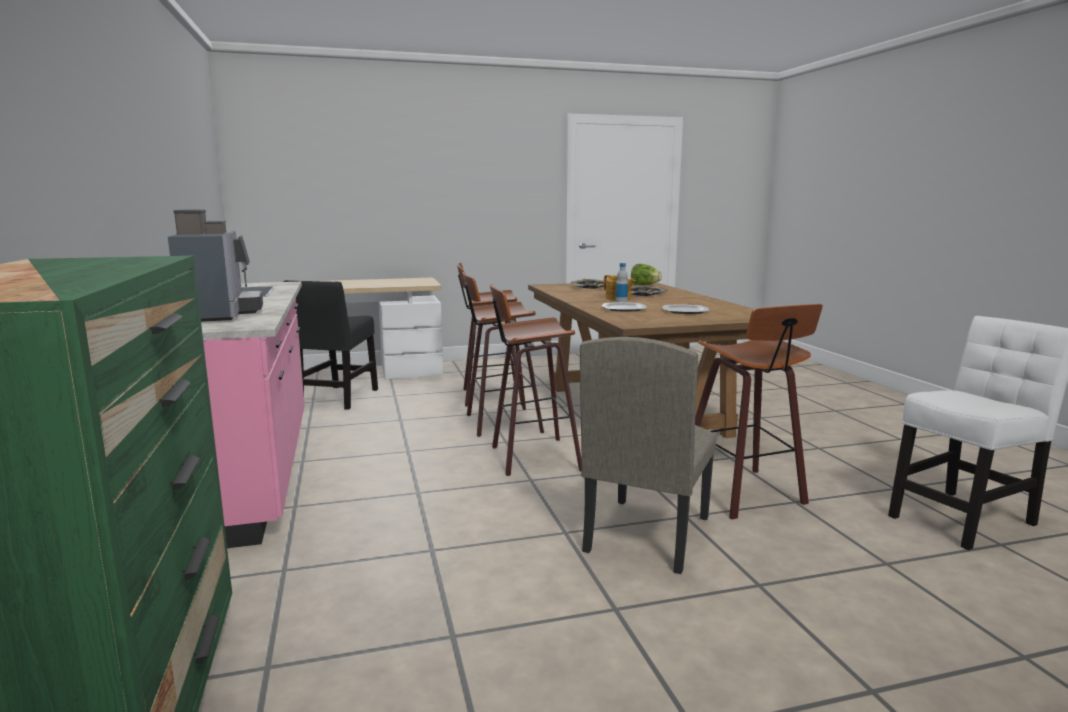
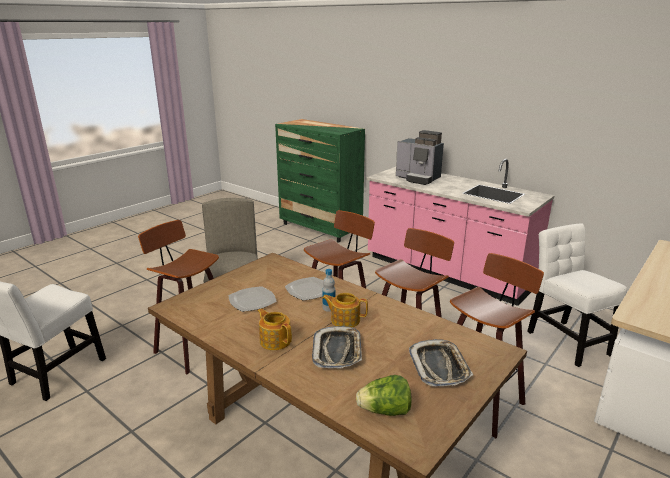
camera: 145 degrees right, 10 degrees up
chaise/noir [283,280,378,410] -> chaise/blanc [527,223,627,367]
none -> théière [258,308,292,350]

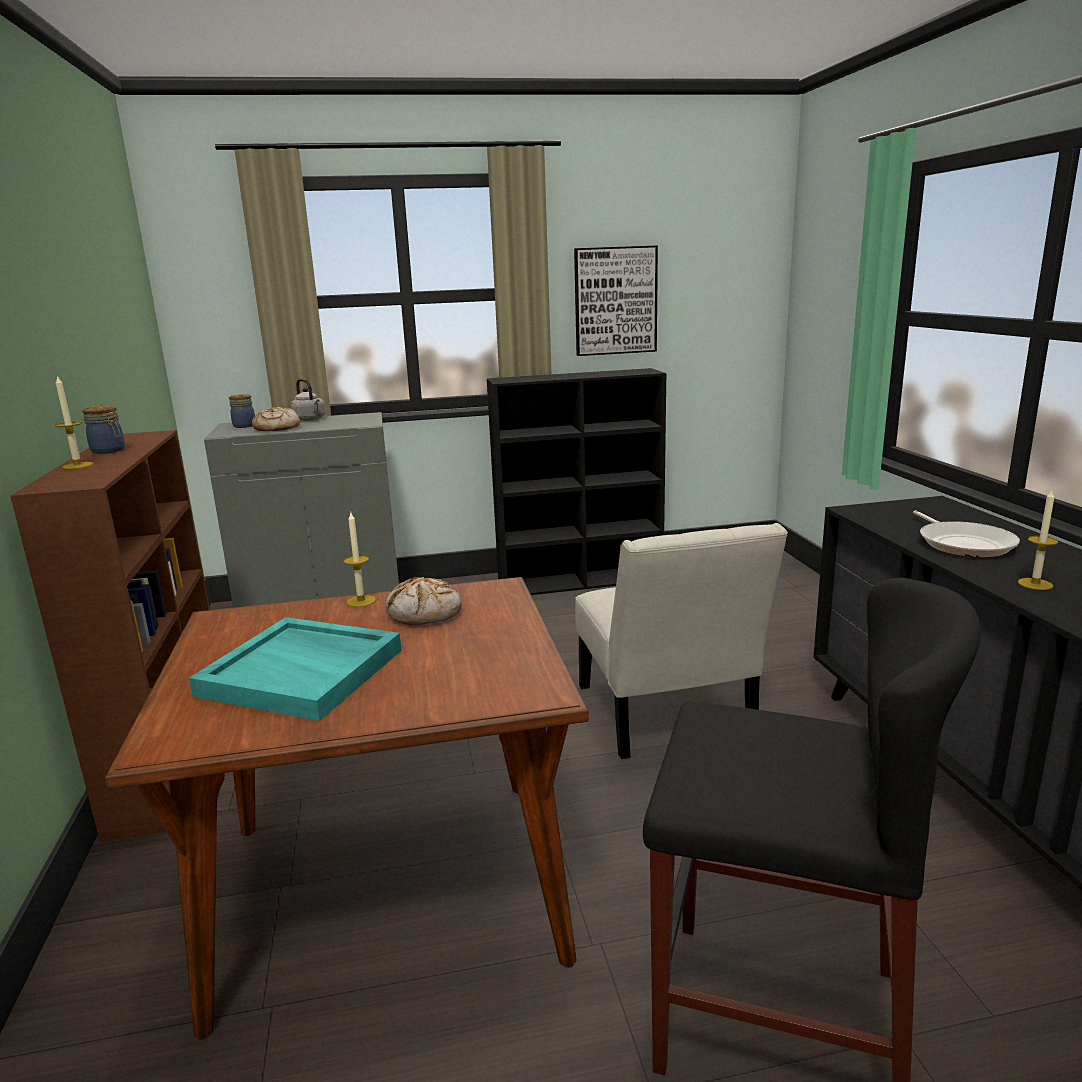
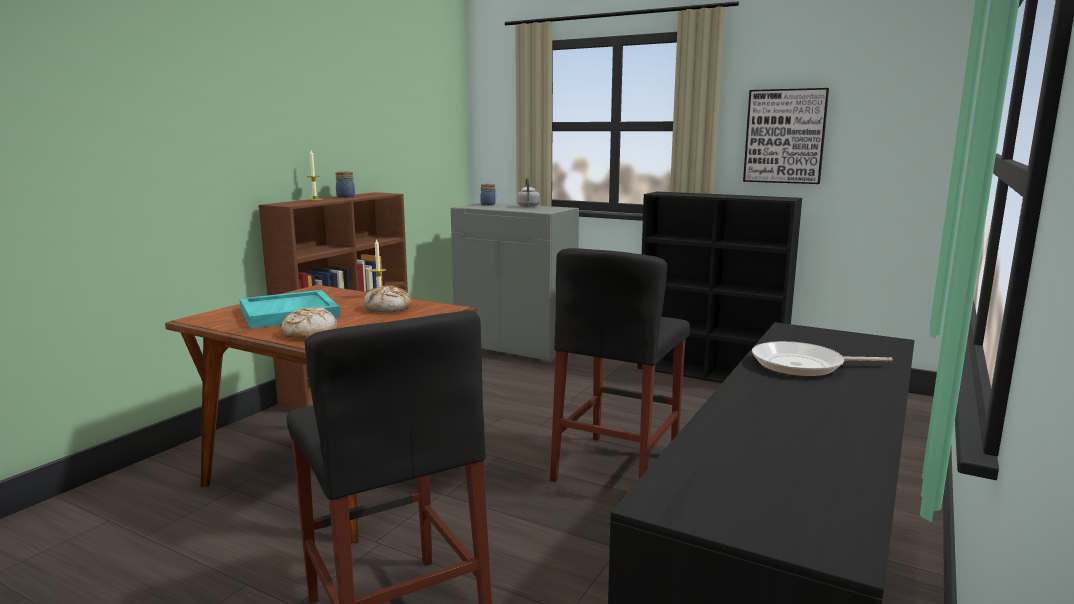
camera: 40 degrees right, 5 degrees down
pain [252,407,300,431] -> pain [281,307,337,338], shifted
chaise/blanc [575,523,788,759] -> tabouret/noir [550,248,690,482]
poêle [913,510,1020,558] -> poêle [752,341,893,376], 60 degrees clockwise
bougie [1018,490,1058,590] -> none

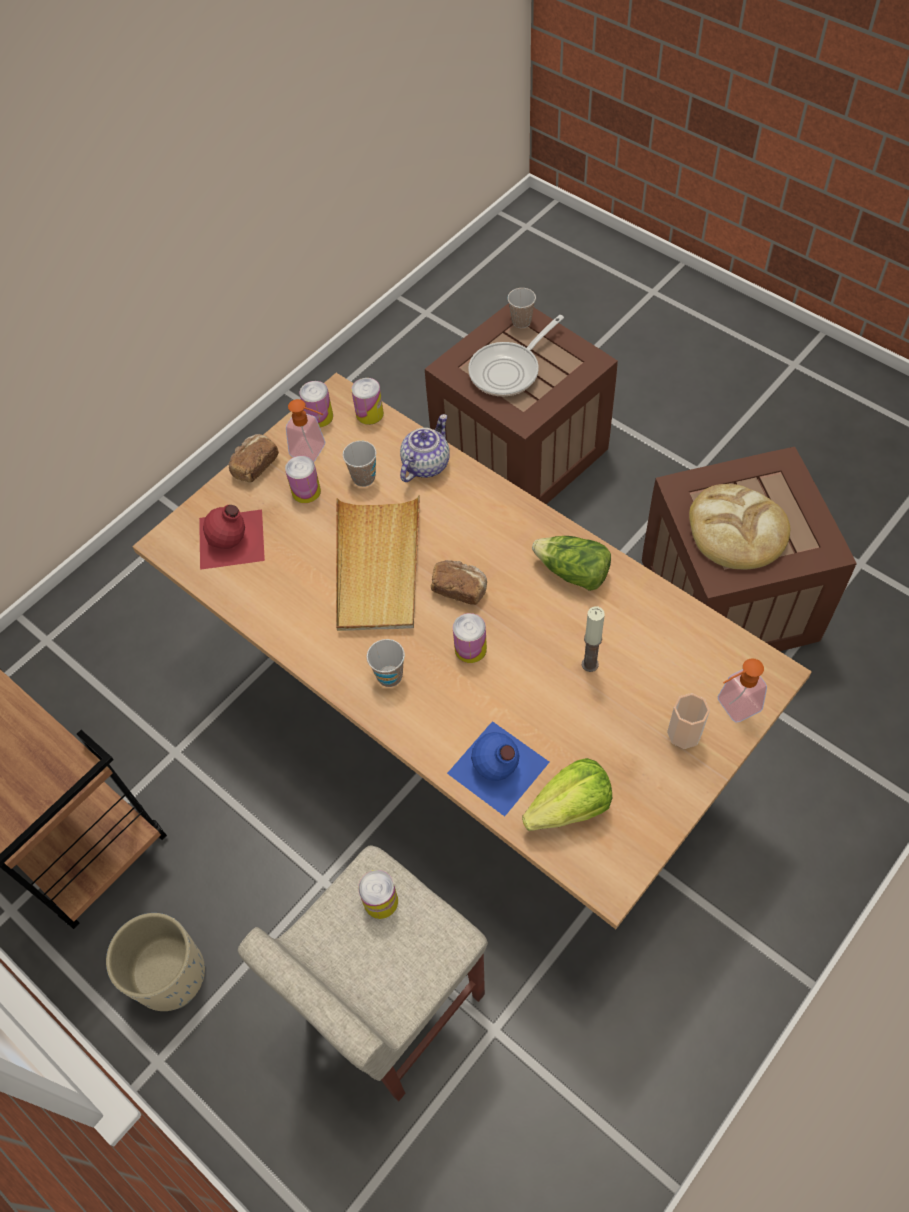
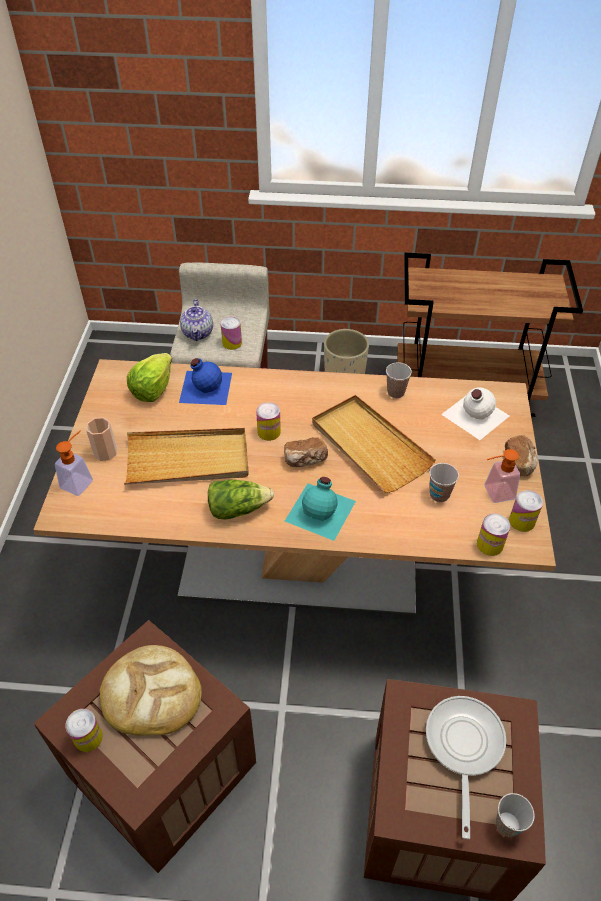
camera: 140 degrees right, 10 degrees down
bouteille/rouge [199,505,265,570] -> bouteille/blanc [441,388,509,440]
boîte métallique [285,456,321,503] -> boîte métallique [65,709,103,752], shifted
tasse [367,639,405,687] -> tasse [386,362,412,398], shifted
théière [400,414,450,482] -> théière [180,299,213,341], shifted
bougie [582,606,605,672] -> plateau/beige [124,428,249,485]
none -> bouteille/turquoise [285,477,356,541]

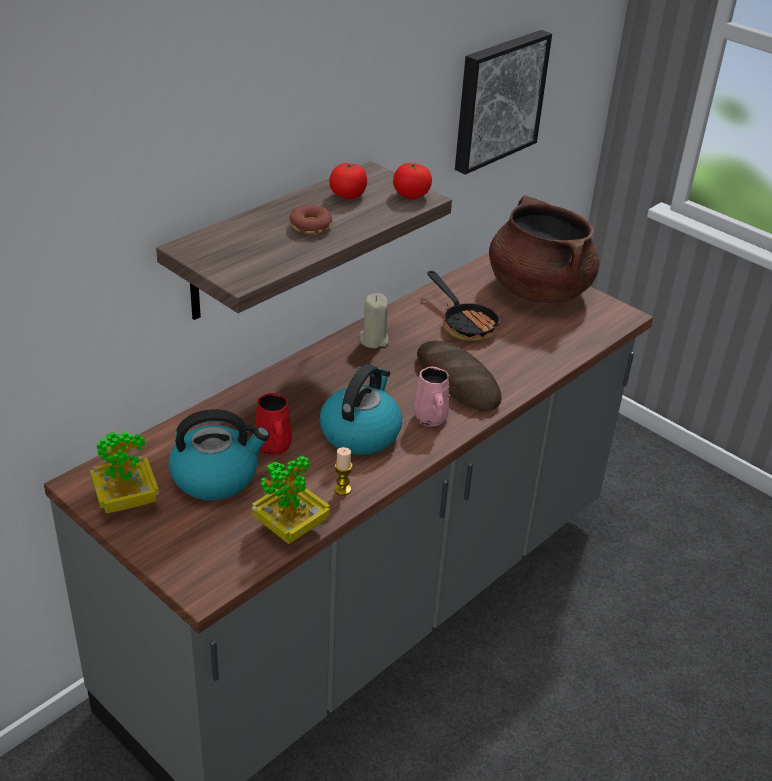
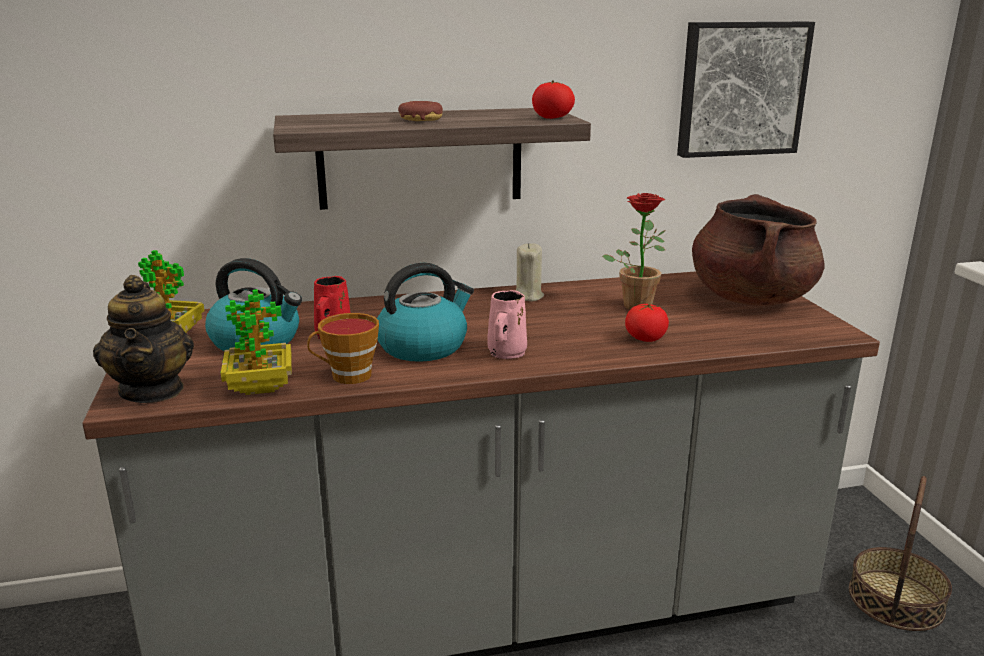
camera: 35 degrees right, 15 degrees down
tomate [329,162,367,199] -> tomate [625,304,669,342], shifted
bougie [334,447,352,496] -> tasse [307,313,379,384]
pain [417,341,501,411] -> none
poêle [427,271,503,341] -> plante en pot [602,193,666,310]
none -> théière [93,275,194,403]
none -> panier [849,476,952,631]

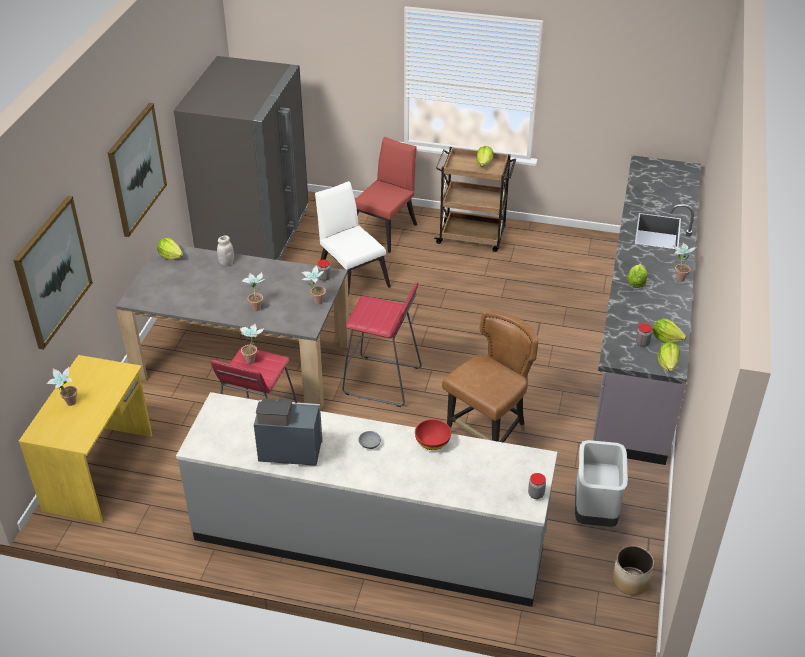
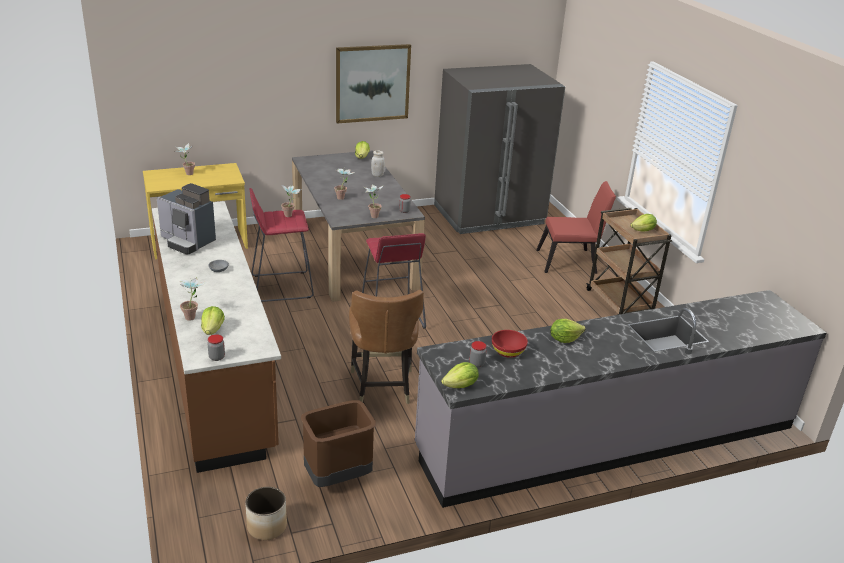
camera: 55 degrees right, 10 degrees down
tableau [13,196,93,350] -> none
comptoir de cuisine/gris [176,392,557,607] -> comptoir de cuisine/marron [152,201,281,473]
machine à café [254,399,323,466] -> machine à café [157,183,216,254], 150 degrees clockwise
chaise/blanc [315,181,391,296] -> none
bol/rouge [415,419,451,450] -> bol/rouge [492,330,528,358], shifted
chaise/marron [442,310,538,443] -> chaise/marron [349,290,424,404], 75 degrees clockwise
poubelle/gris [575,440,628,527] -> poubelle/marron [301,400,376,487]
laitue [653,318,687,343] -> laitue [201,306,225,335], shifted
plante en pot [673,243,696,282] -> plante en pot [180,277,206,321], shifted

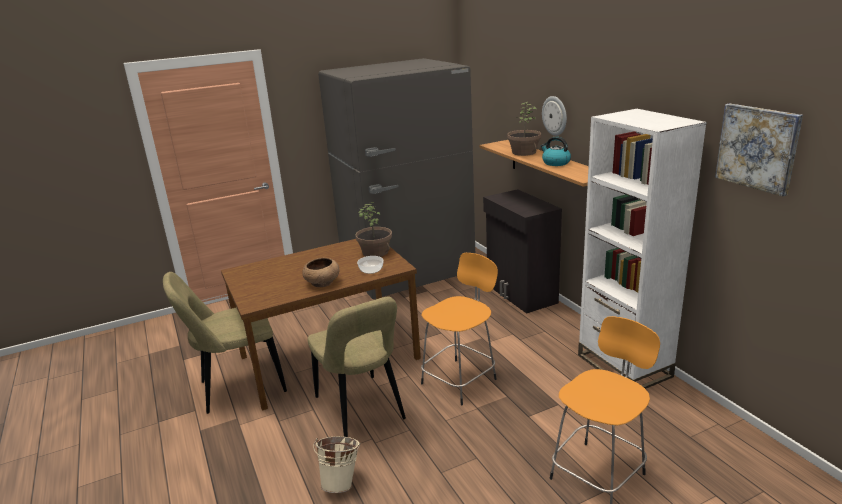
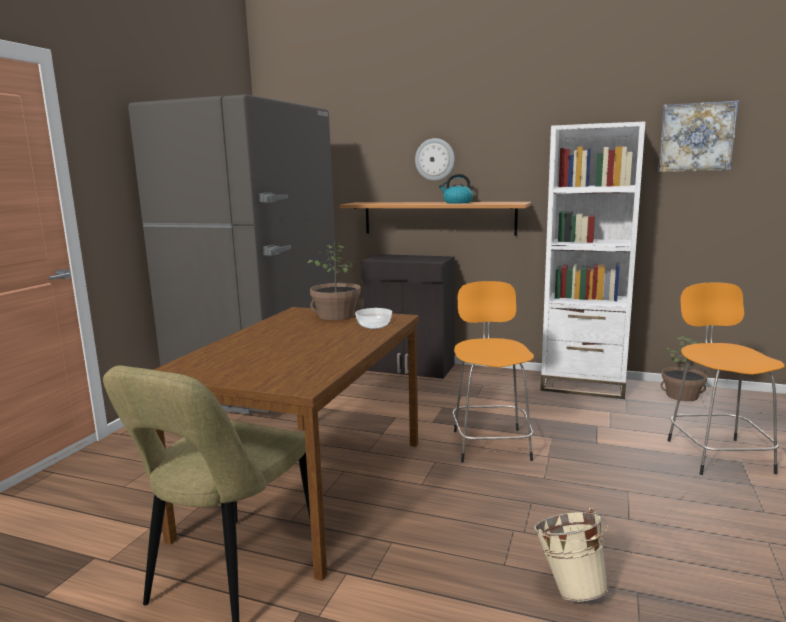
camera: 45 degrees left, 10 degrees down
bol/marron [302,258,339,287] -> none
chaise/beige [307,296,406,437] -> none
plante en pot [507,102,541,156] -> plante en pot [660,336,707,401], shifted

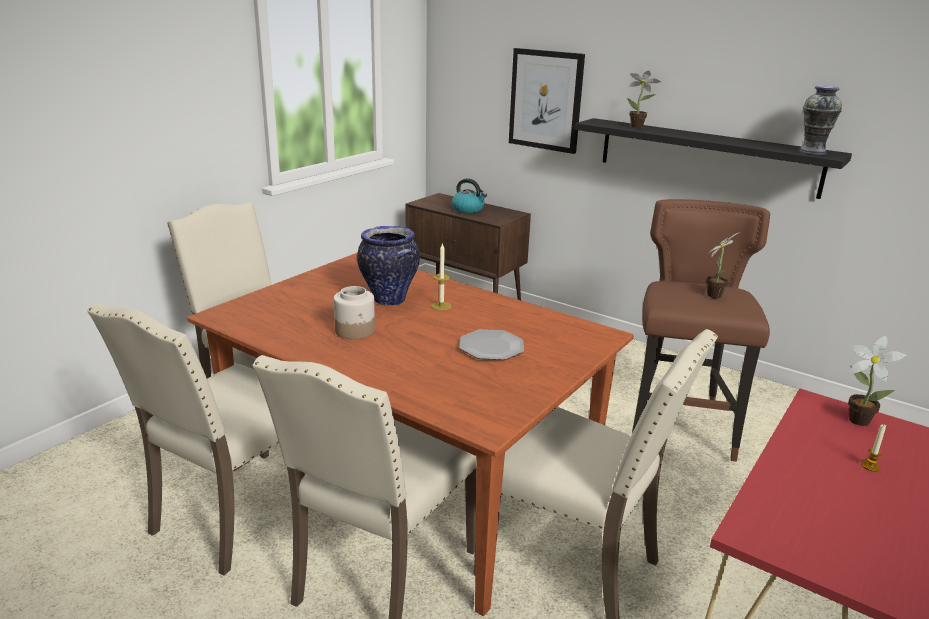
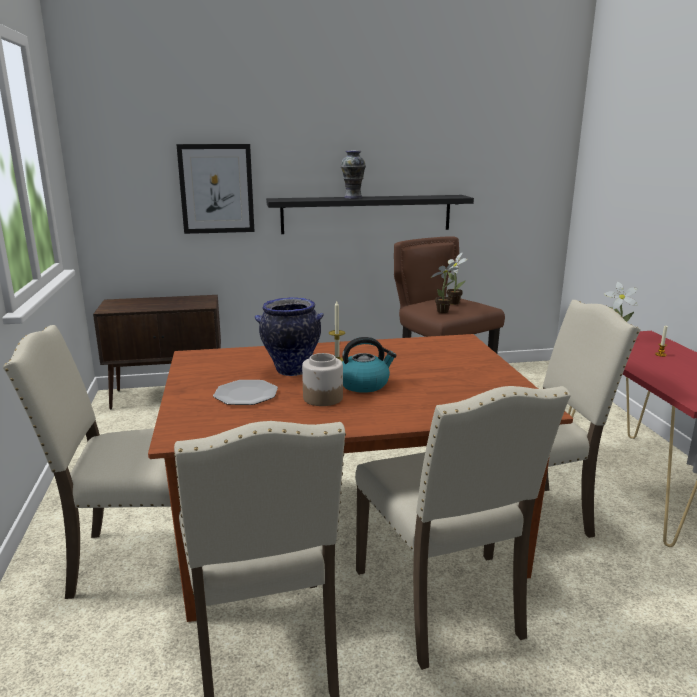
camera: 45 degrees left, 5 degrees down
bouilloire [452,178,487,213] -> bouilloire [342,337,397,393], shifted
assiette [460,329,524,360] -> assiette [213,380,278,405], shifted
plante en pot [627,71,661,128] -> plante en pot [431,262,459,313], shifted
vase [799,86,842,155] -> vase [340,150,366,199], shifted

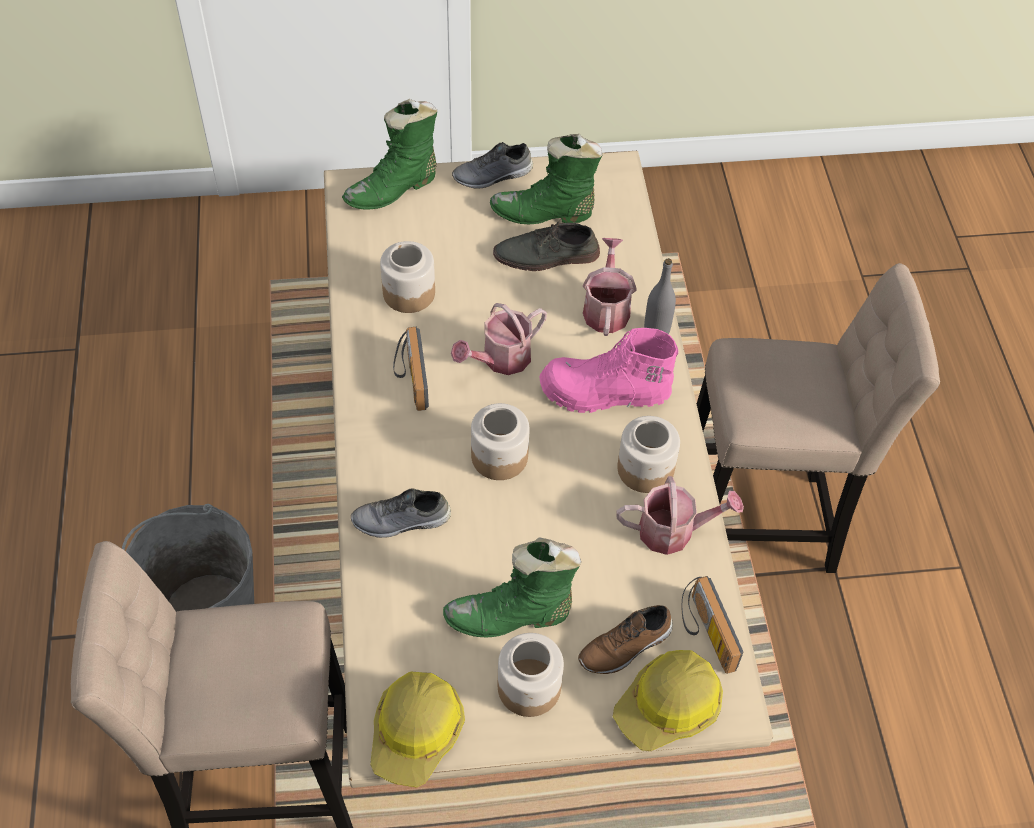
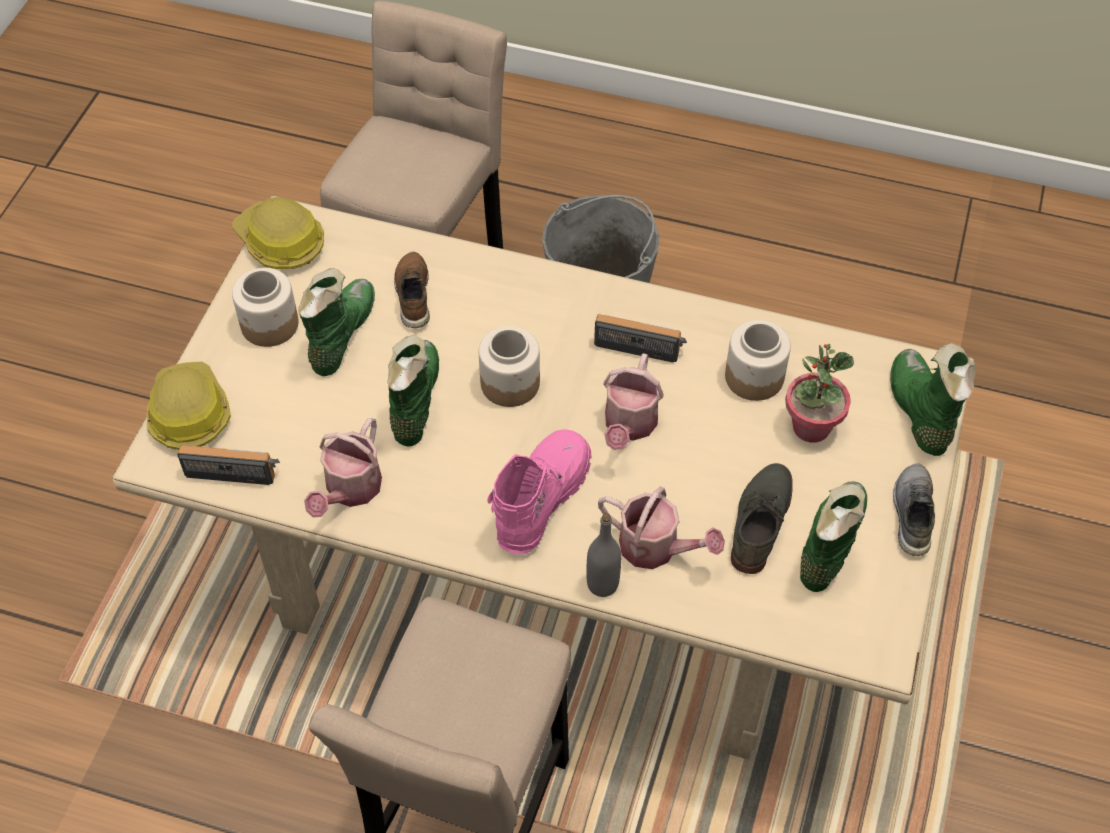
camera: 115 degrees right, 0 degrees up
chaussure/gris [351,488,451,538] -> none
arrosoir [451,303,547,375] -> arrosoir [603,353,664,450], 150 degrees counterclockwise
chaussure/marron [578,605,673,674] -> chaussure/marron [394,252,430,328], shifted
bocal [617,416,680,493] -> none
none -> botte/vert [388,335,439,447]
none -> plante en pot [785,344,854,443]

